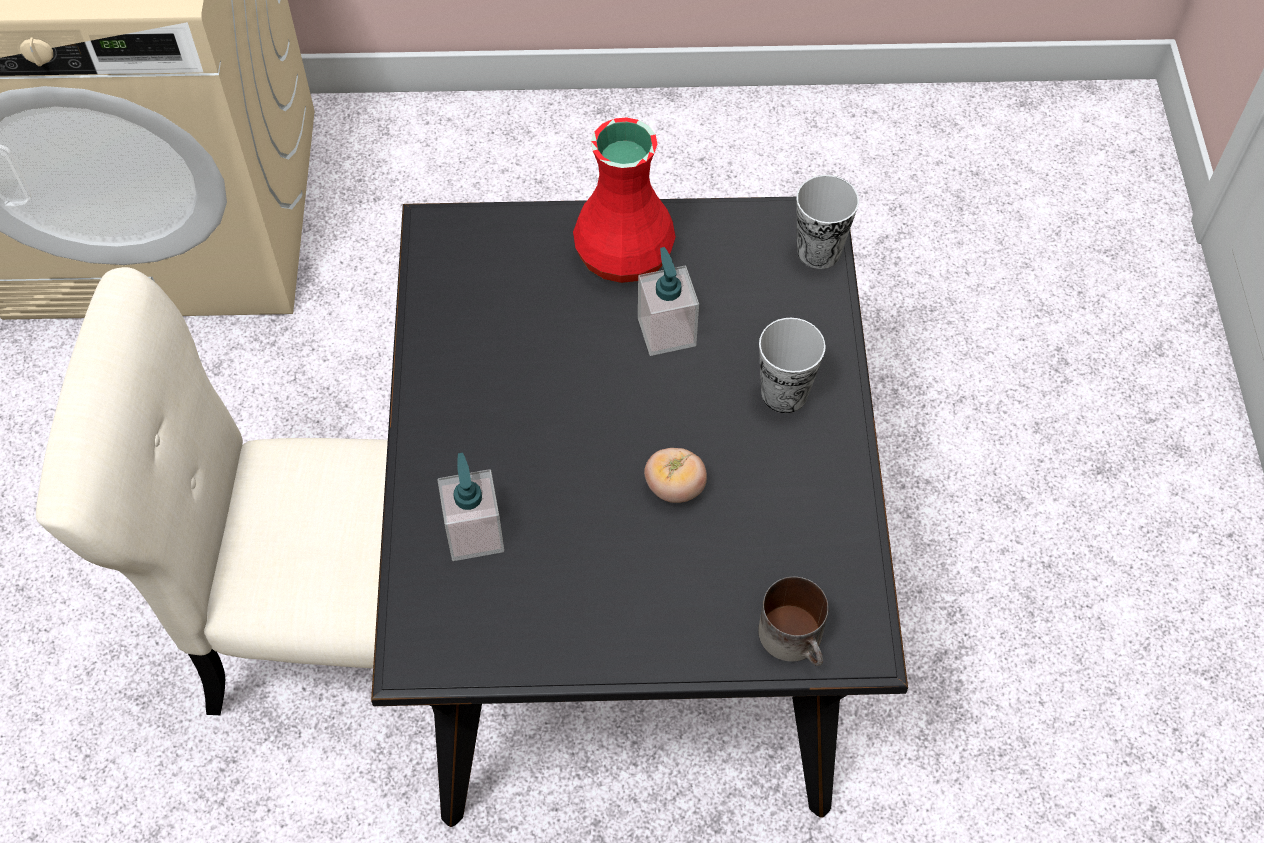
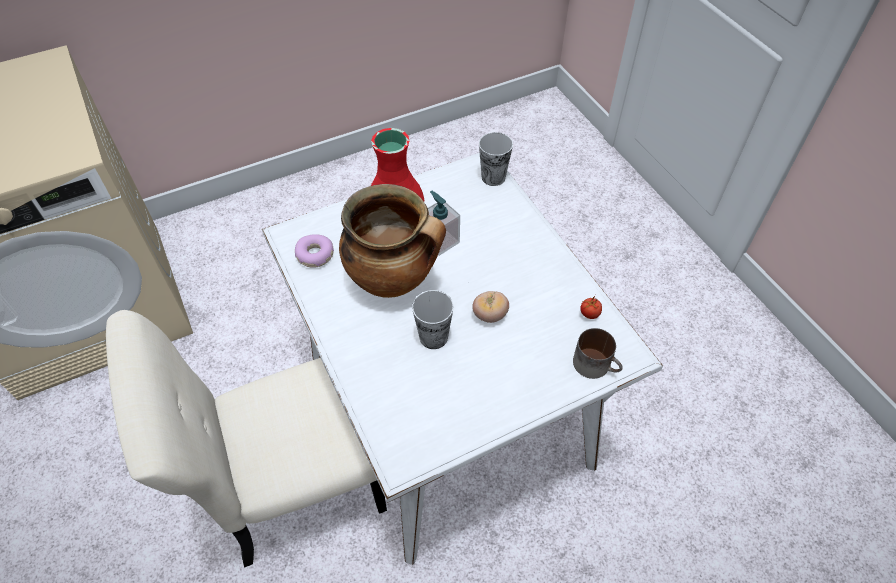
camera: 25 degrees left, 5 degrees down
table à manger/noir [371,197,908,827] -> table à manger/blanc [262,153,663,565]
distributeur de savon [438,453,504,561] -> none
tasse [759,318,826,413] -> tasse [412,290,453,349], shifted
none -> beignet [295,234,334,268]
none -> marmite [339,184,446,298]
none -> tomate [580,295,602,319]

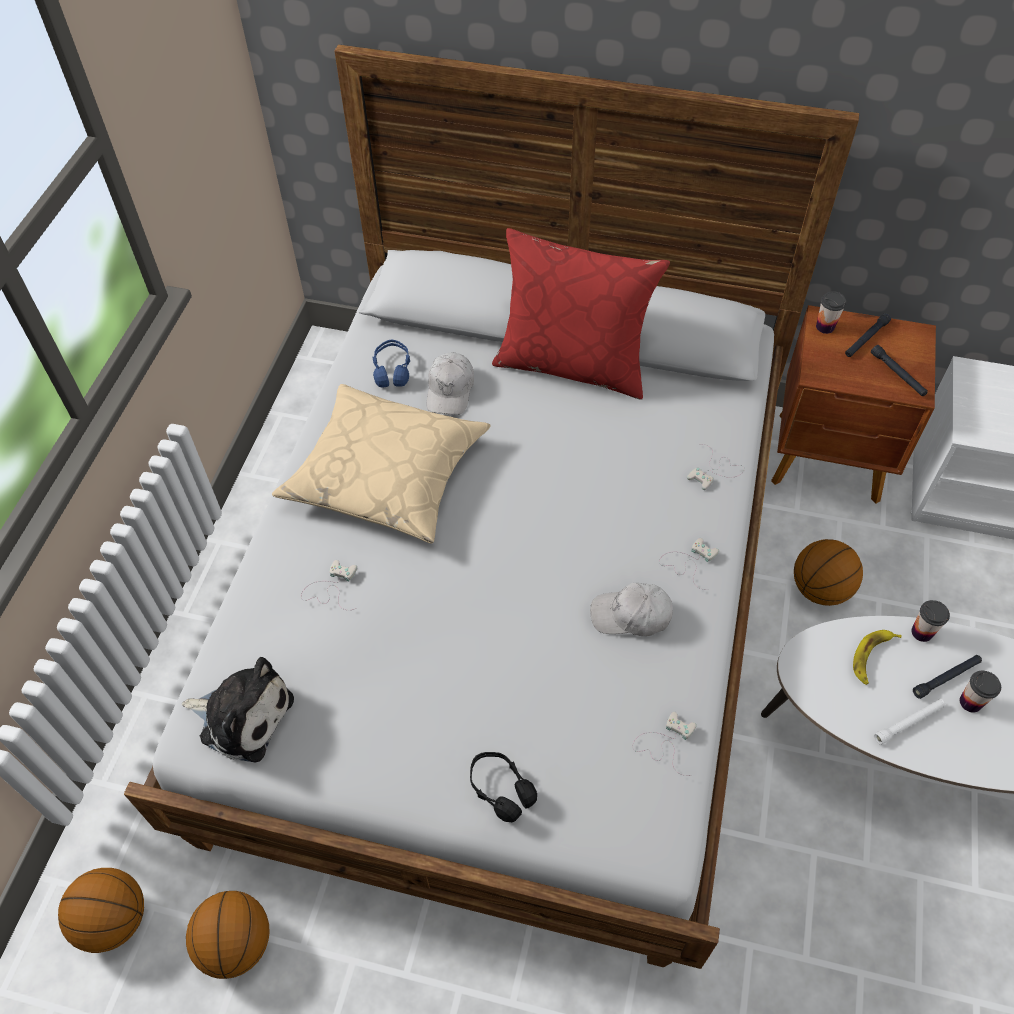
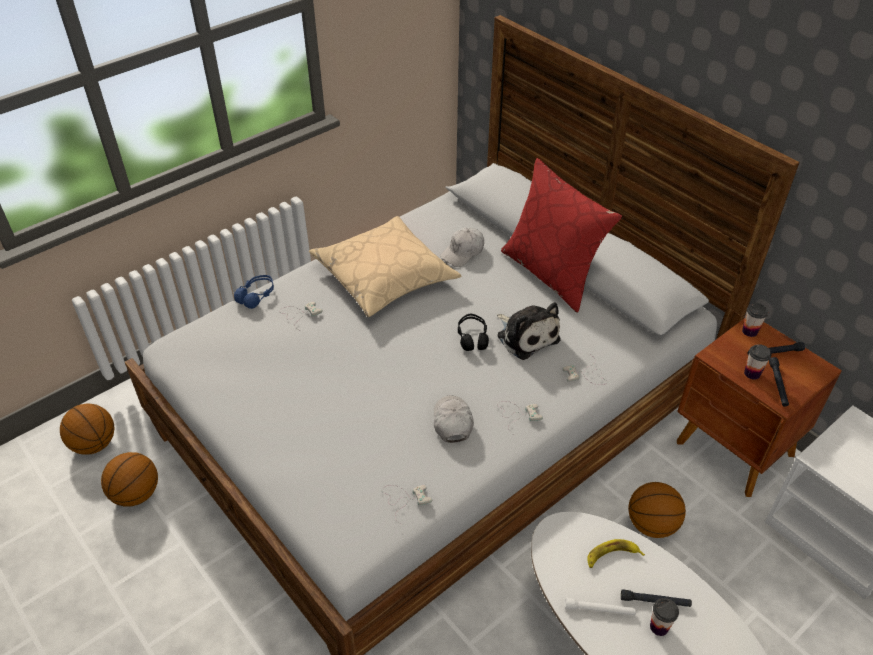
camera: 35 degrees right, 10 degrees down
peluche [182,657,294,763] -> peluche [497,302,561,360], shifted
casque audio/bleu [373,339,410,387] -> casque audio/bleu [234,275,274,309], shifted
casque audio/noir [470,752,537,822] -> casque audio/noir [458,314,489,351], shifted
casquette/blanc [590,583,673,636] -> casquette/blanc [434,396,474,443], 45 degrees clockwise
tasse [911,600,950,642] -> tasse [744,344,772,380], shifted

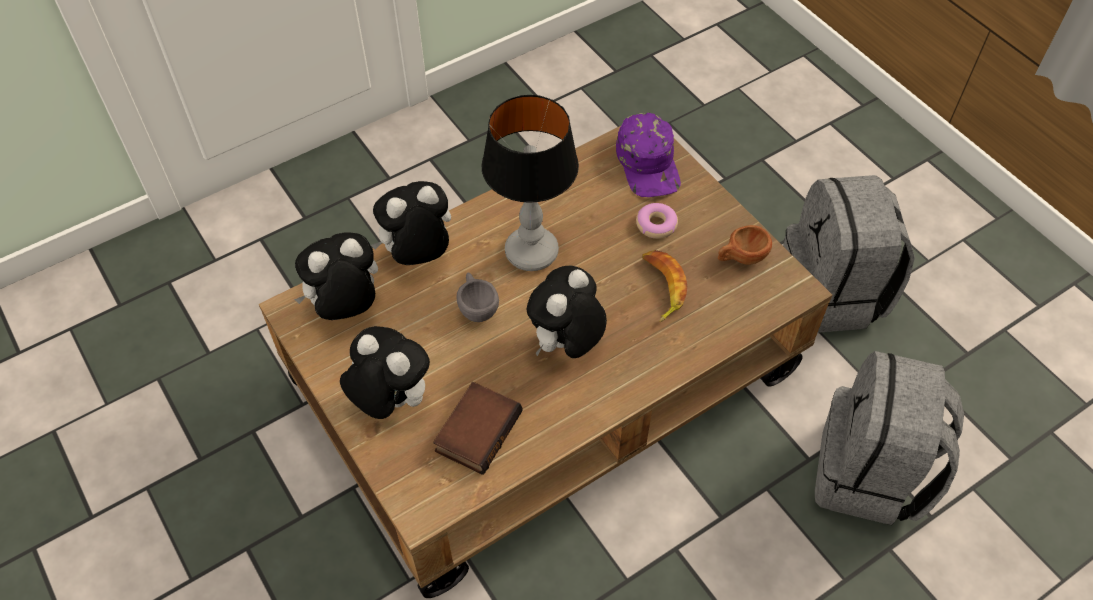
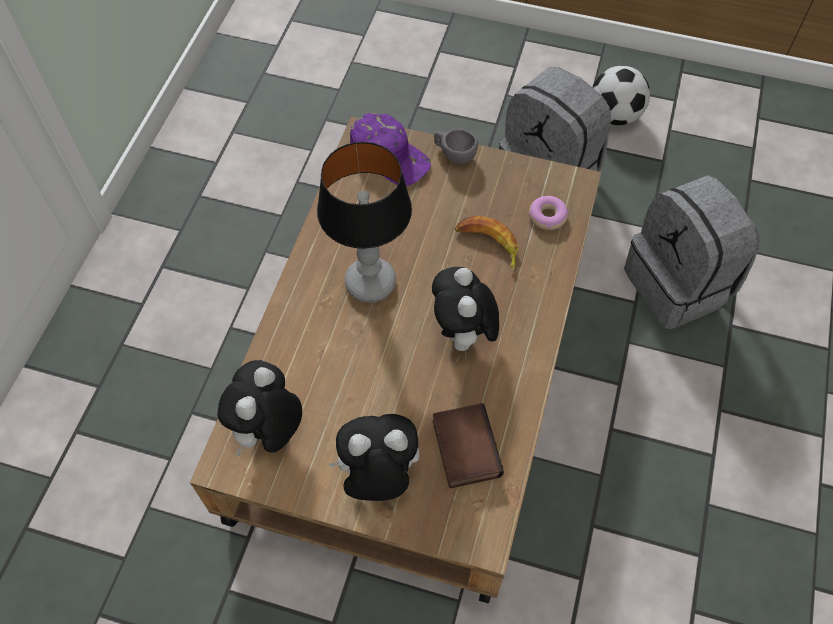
camera: 40 degrees left, 5 degrees up
peluche [371,181,451,265] -> none
tasse/gris [457,272,499,322] -> tasse/gris [434,129,478,164], shifted
beignet [636,203,678,239] -> beignet [529,196,569,230], shifted
tasse/marron [718,225,772,265] -> none
none -> ballon de foot [592,66,650,125]

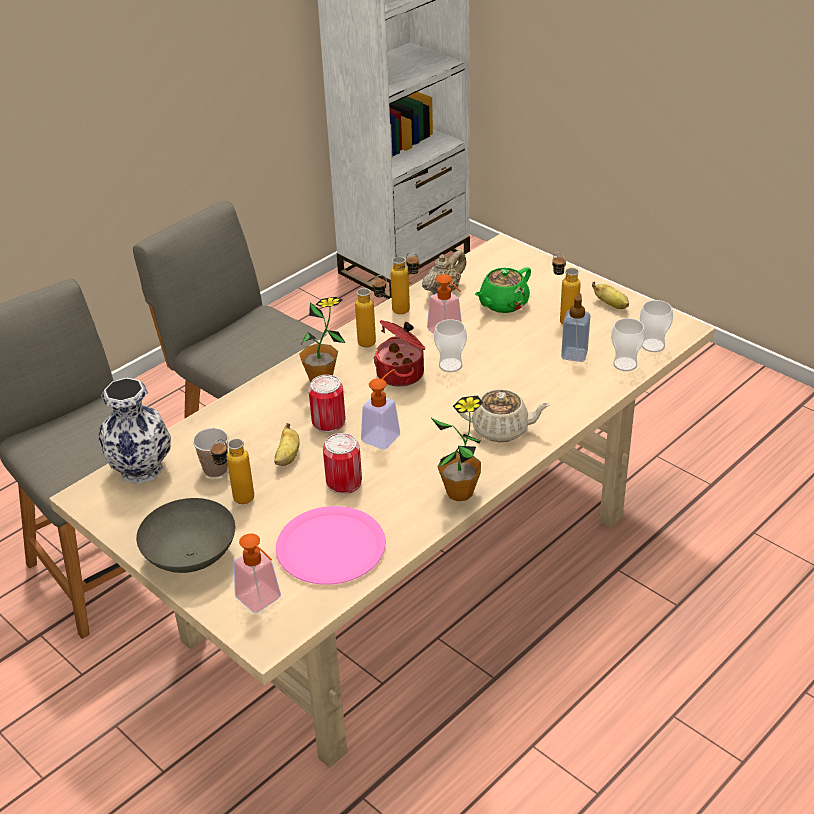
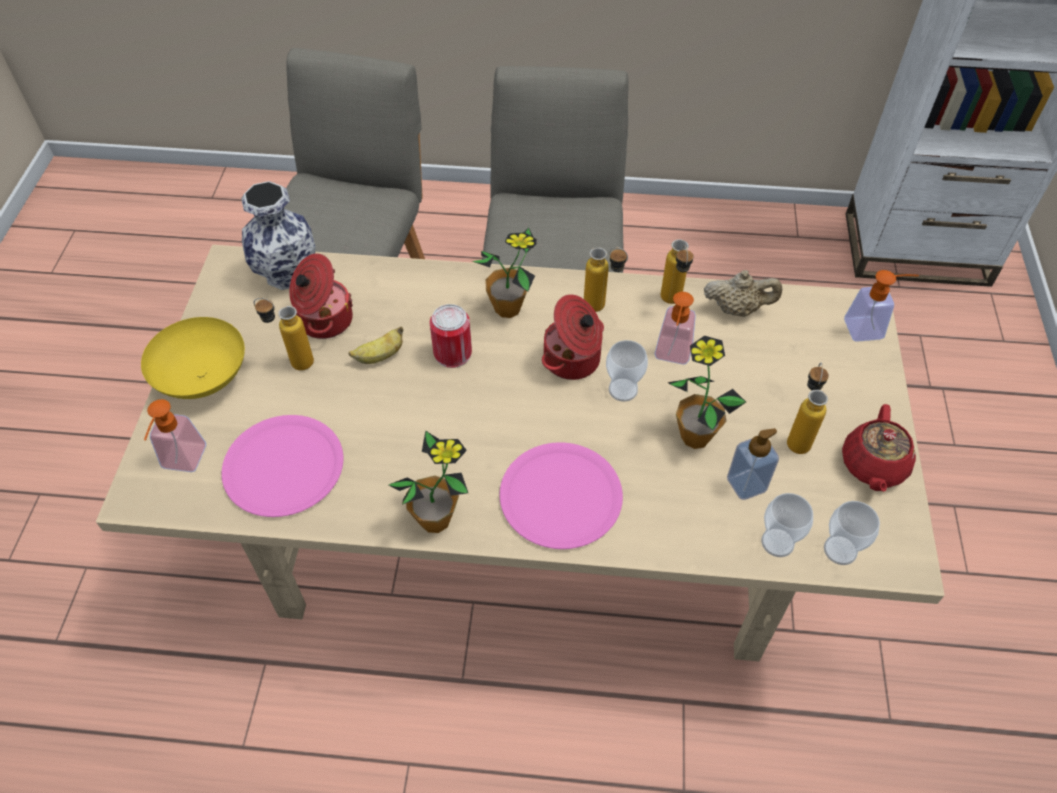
camera: 50 degrees right, 15 degrees up
bol/gris [136,498,235,573] -> bol/jaune [141,317,245,399]
tasse [193,428,228,478] -> marmite [289,253,353,339]
boîte métallique [323,433,362,494] -> none
distributeur de savon [361,369,400,450] -> distributeur de savon [844,270,919,342], shifted
théière/beige [459,389,551,442] -> assiette/rose [500,442,623,549]
théière/vert [475,267,531,313] -> none
banane [592,282,629,309] -> théière/rouge [842,404,916,492]
none -> plante en pot [668,336,746,449]

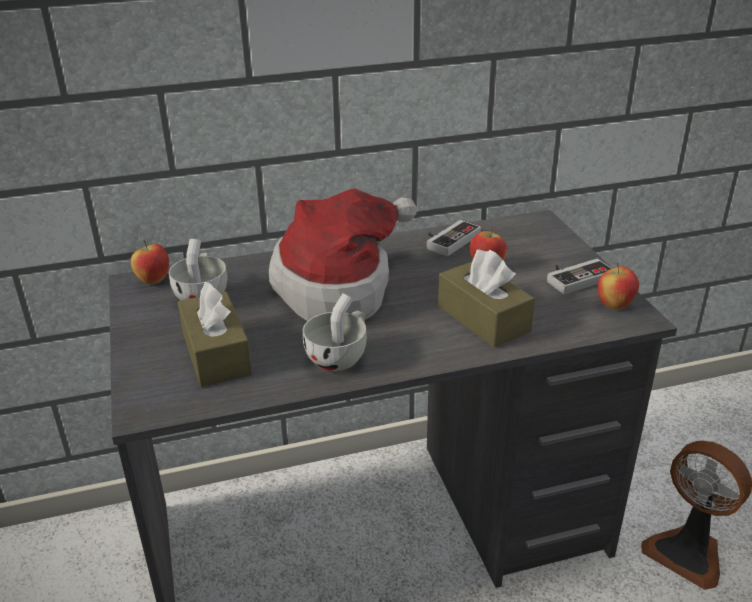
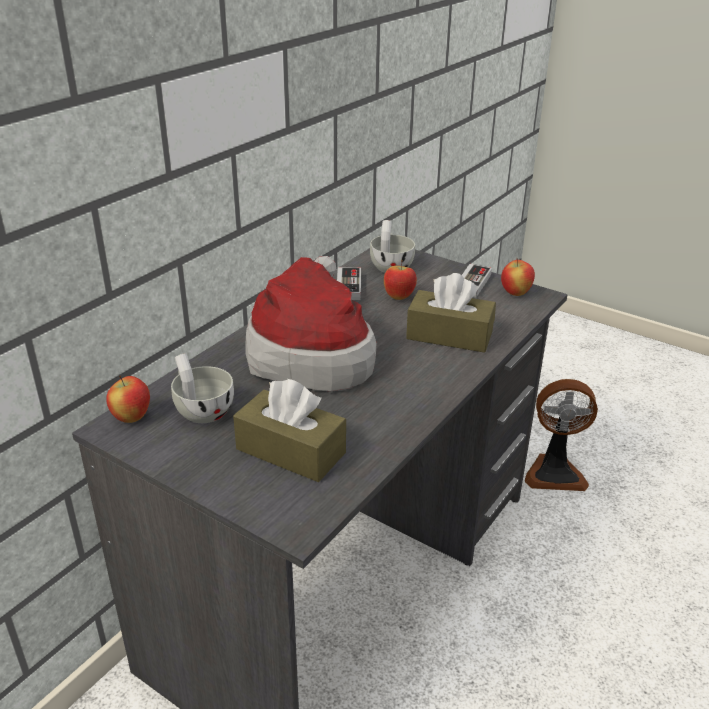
camera: 40 degrees left, 0 degrees up
tasse/blanc [303,293,367,371] -> tasse/blanc [370,220,415,273], shifted

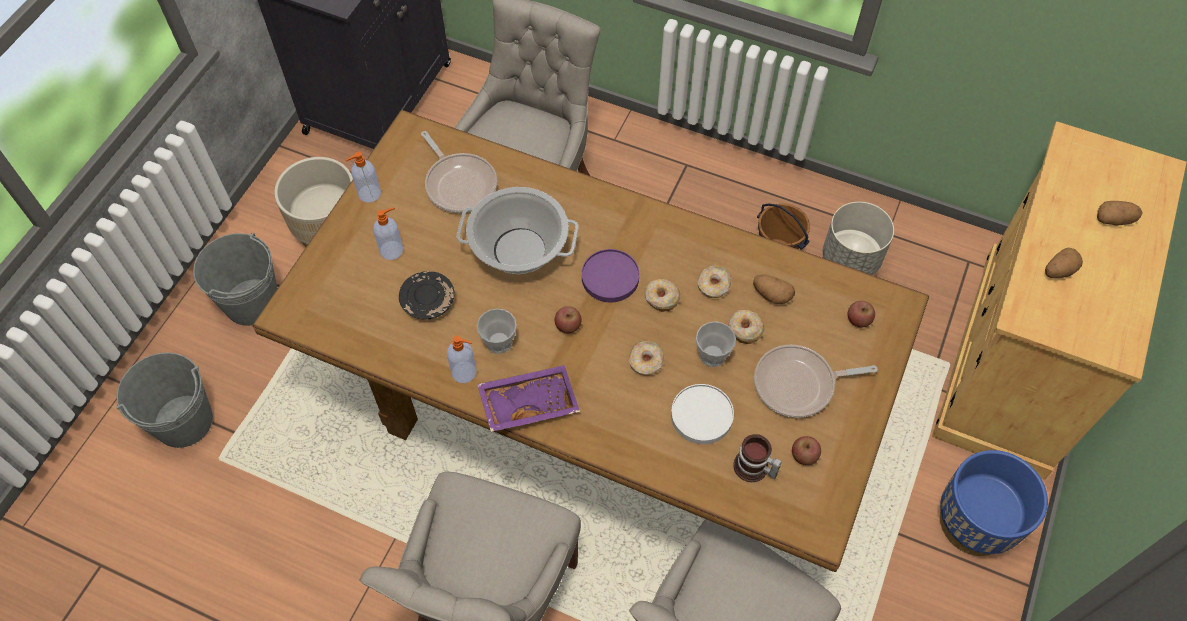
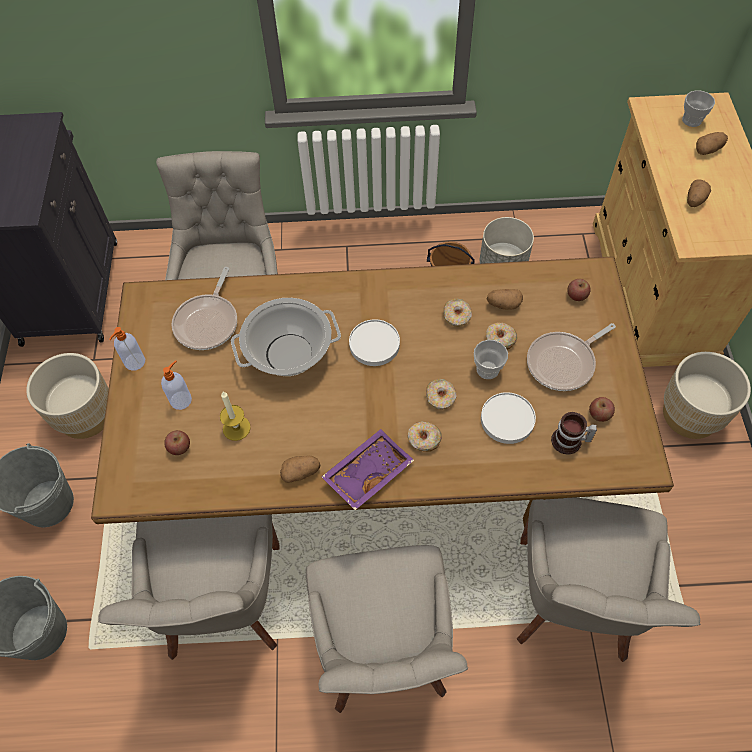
camera: 25 degrees left, 0 degrees up
assiette/noir [399,271,454,320] -> bougie [220,392,251,441]
poêle [421,131,497,213] -> poêle [171,267,237,350], 75 degrees clockwise
distributeur de savon [447,336,477,383] -> pomme de terre [280,456,320,483]
tasse [477,308,517,354] -> tasse [682,90,715,127], shifted
pomme [554,306,582,333] -> pomme [164,430,190,455], shifted
assiette/violet [582,249,639,302] -> assiette/blanc [349,319,400,366]
beignet [645,279,680,312] -> beignet [408,422,442,452], shifted
cache-pot/bleu [940,450,1048,556] -> cache-pot/beige [663,352,751,439]
none -> chaise/gris [98,514,279,660]

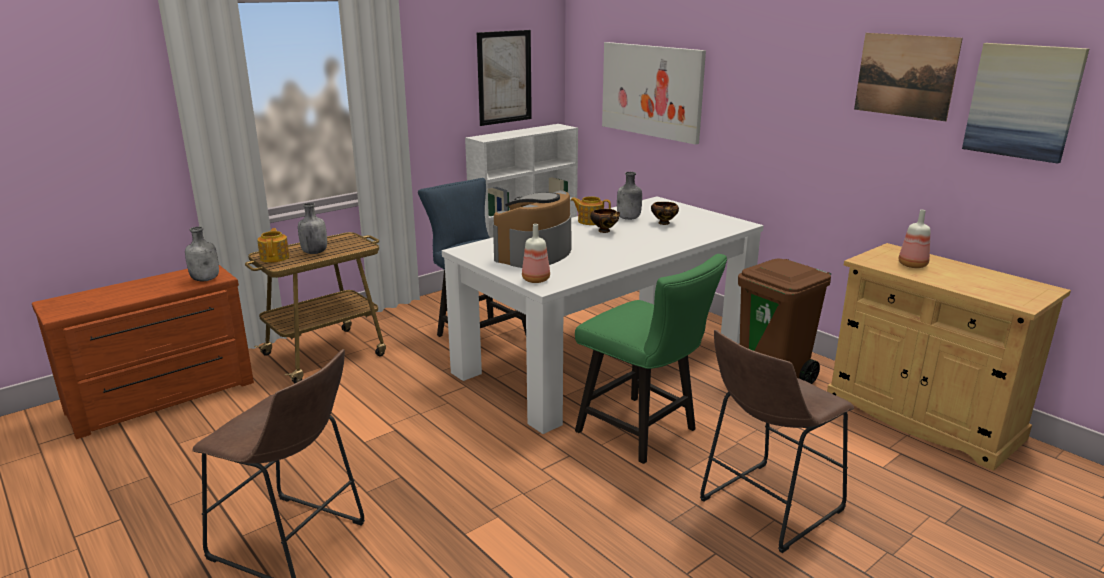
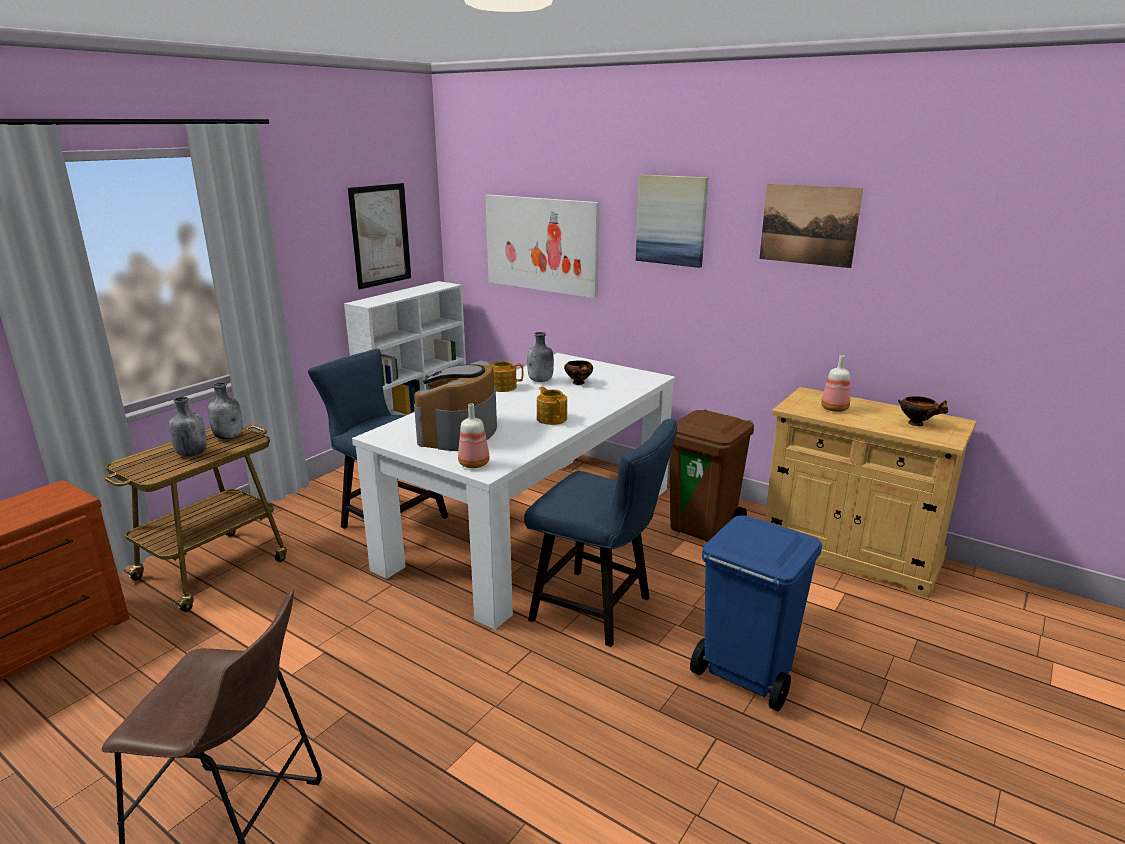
camera: 15 degrees left, 0 degrees up
bouteille/gris [185,227,219,281] -> bouteille/gris [208,382,243,439], shifted
théière [257,228,289,263] -> théière [537,387,567,425], shifted
chaise/vert [575,254,727,464] -> chaise/bleu [524,419,678,647]
bol [590,209,620,233] -> bol [898,396,949,426], shifted
tabouret/marron [700,330,854,553] -> poubelle/bleu [690,516,822,711]
tableau [962,43,1089,164] -> tableau [636,174,708,268], shifted

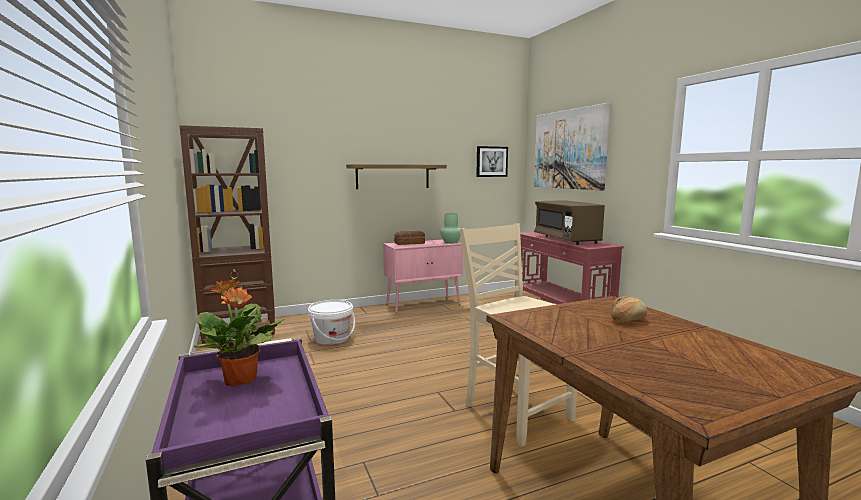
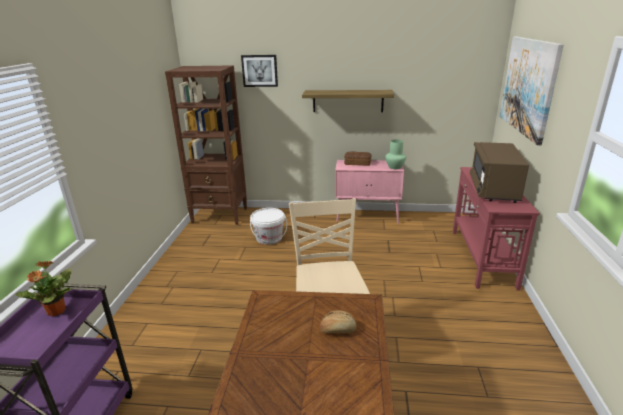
camera: 30 degrees right, 15 degrees up
tableau [476,146,508,177] -> tableau [241,55,278,87], shifted

